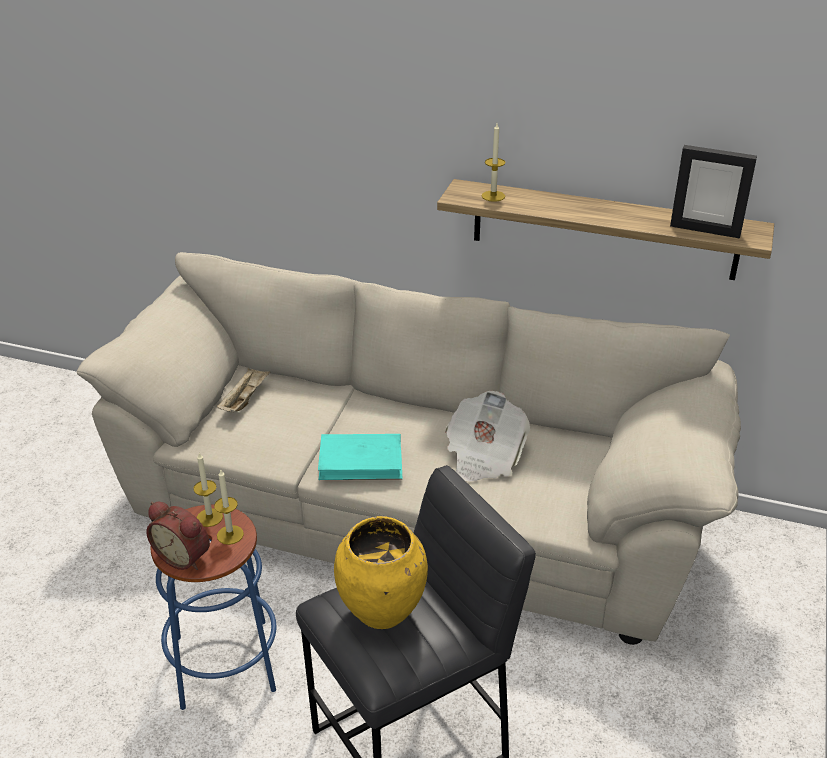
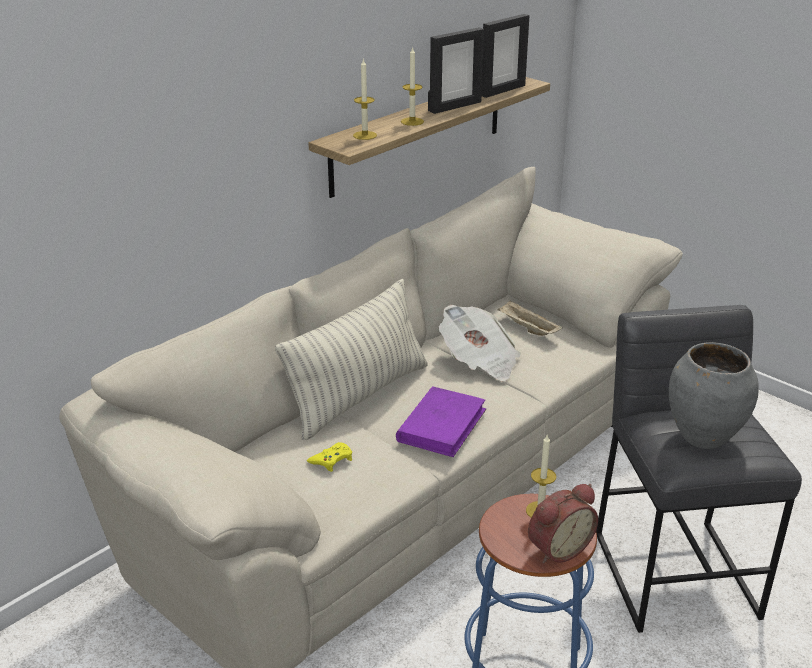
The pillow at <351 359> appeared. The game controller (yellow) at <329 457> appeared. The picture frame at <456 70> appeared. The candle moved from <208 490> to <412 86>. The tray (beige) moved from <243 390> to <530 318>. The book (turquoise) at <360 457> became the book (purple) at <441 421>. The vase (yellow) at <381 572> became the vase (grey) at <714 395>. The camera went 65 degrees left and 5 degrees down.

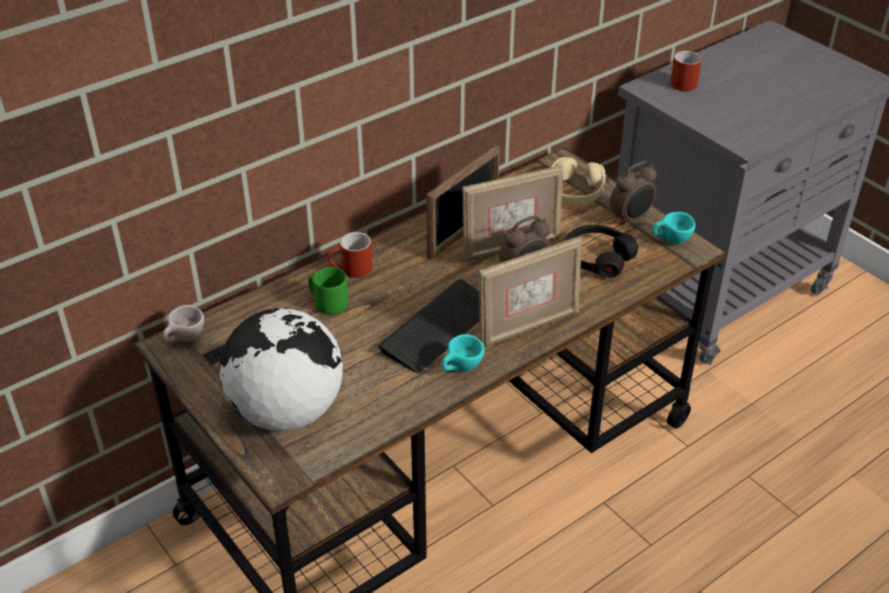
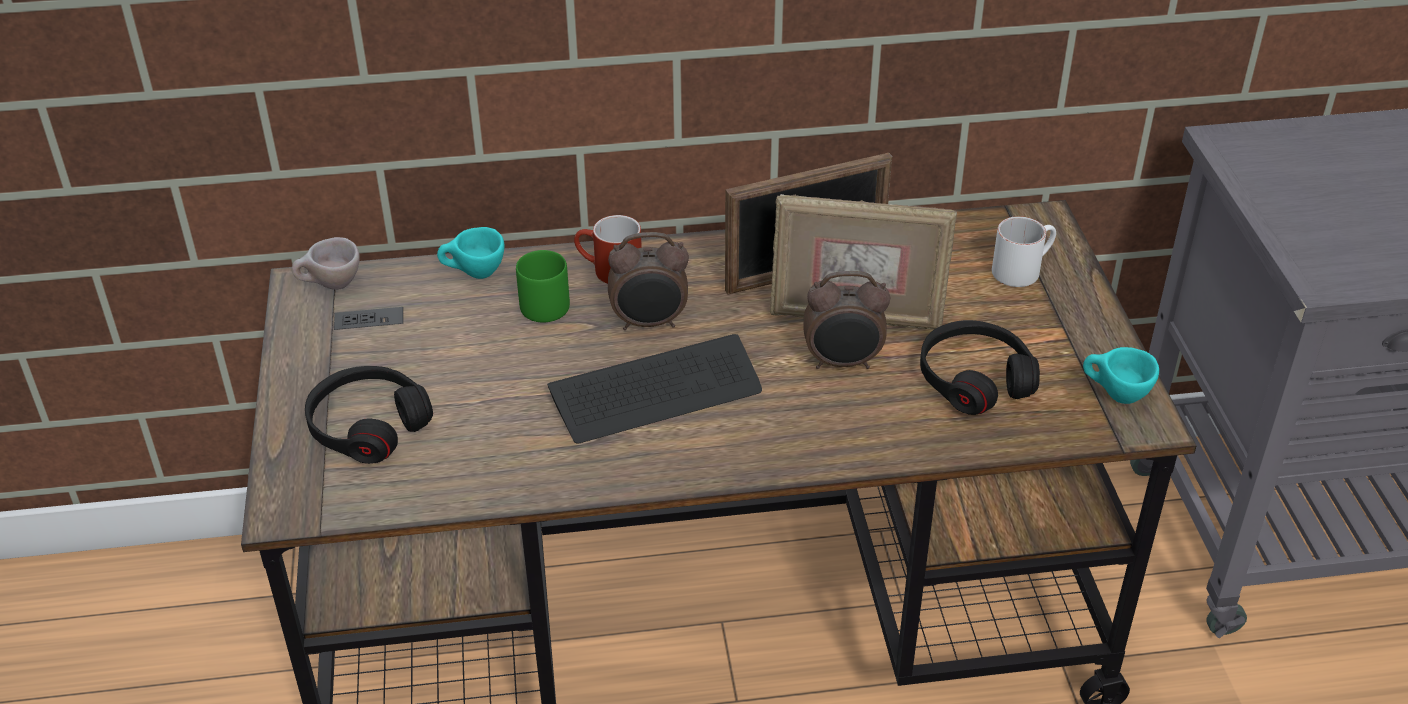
The picture frame at <530 292> disappeared. The mug (red) at <686 71> disappeared. The cup (turquoise) moved from <463 353> to <471 253>. The alarm clock moved from <633 194> to <648 281>. The globe at <281 369> was replaced by the headphones (black) at <369 415>. The headphones (beige) at <578 180> was replaced by the mug (white) at <1024 251>. The camera went 30 degrees right and 0 degrees up.

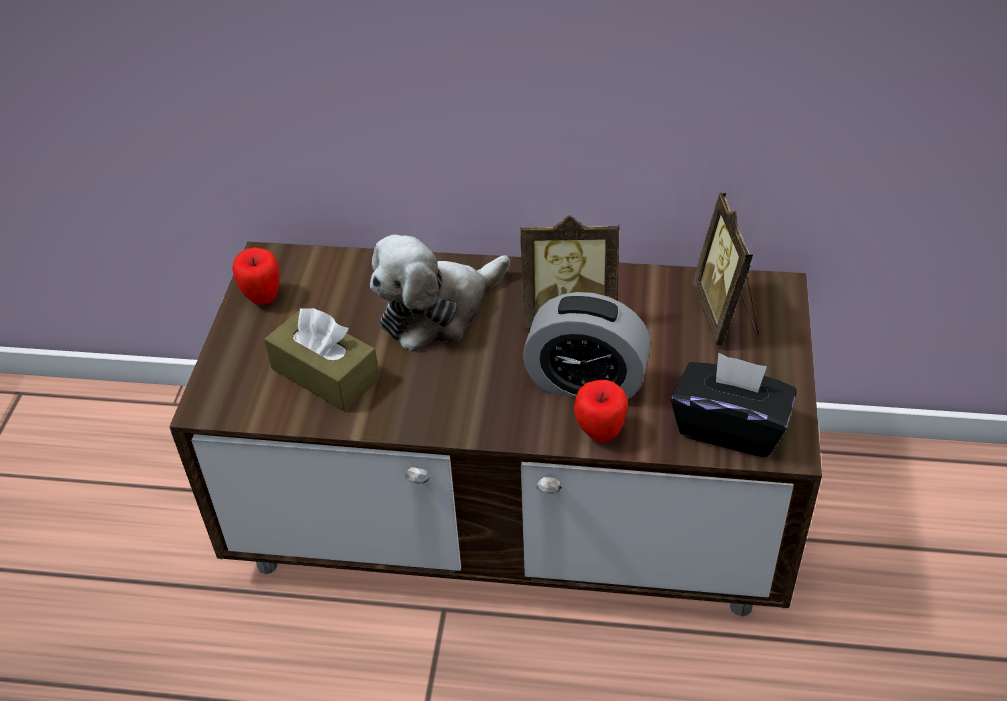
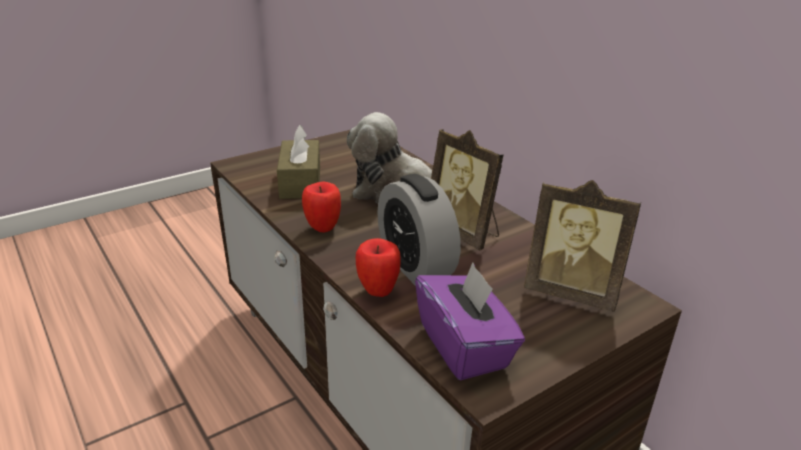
The apple moved from <256 276> to <321 206>. The tissue box (black) at <734 405> became the tissue box (purple) at <470 321>. The picture frame at <726 269> turned 105 degrees counterclockwise. The camera went 45 degrees right and 15 degrees down.

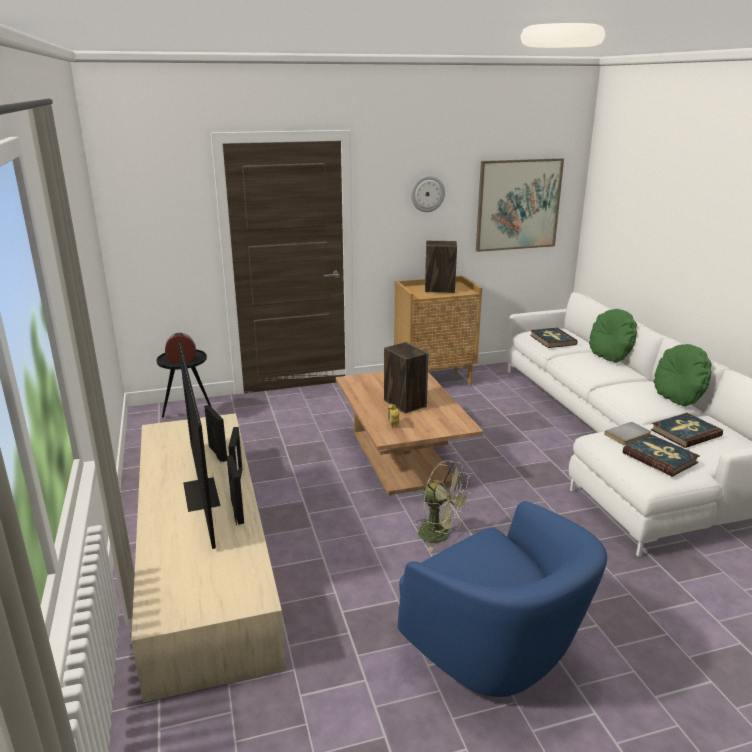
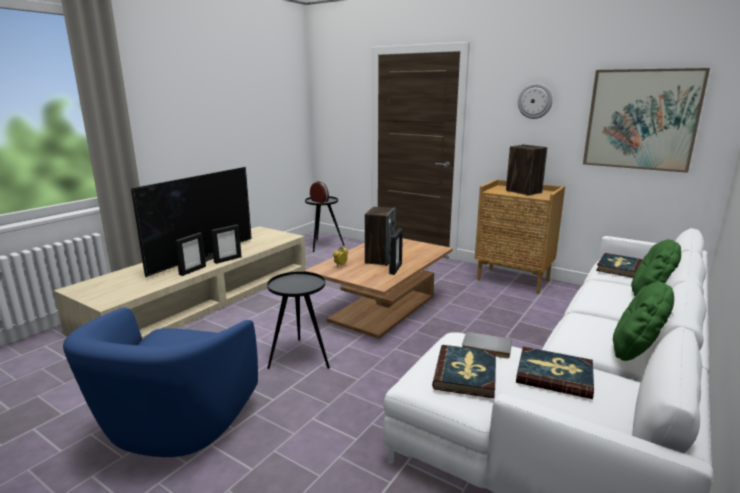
The picture frame moved from <215 433> to <396 251>. The fan (green) at <444 506> was replaced by the side table (black) at <298 320>. The camera went 50 degrees right and 5 degrees down.

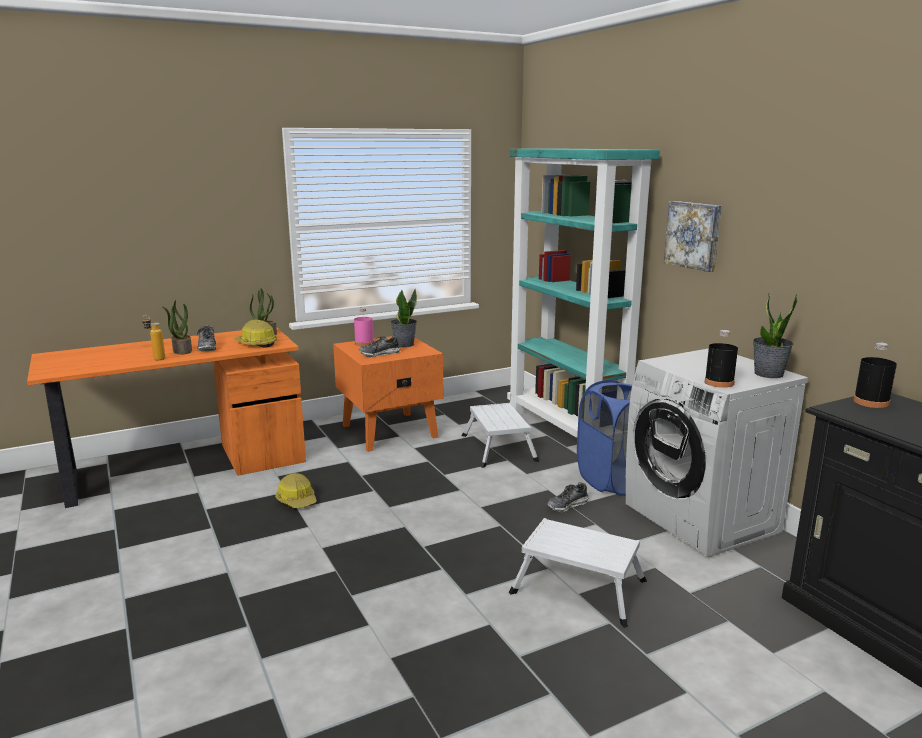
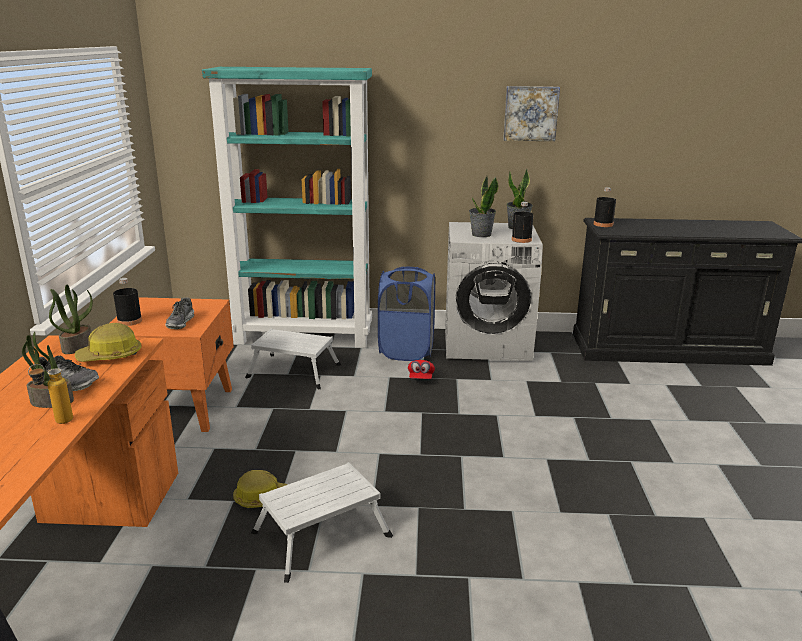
The potted plant moved from <403 318> to <484 206>. The step ladder (white) moved from <578 573> to <322 522>. The picture moved from <693 236> to <531 113>. The shoe at <568 497> was replaced by the cap (red) at <421 369>. The bottle (pink) at <364 326> became the bottle (black) at <127 302>. The camera went 60 degrees left and 5 degrees up.

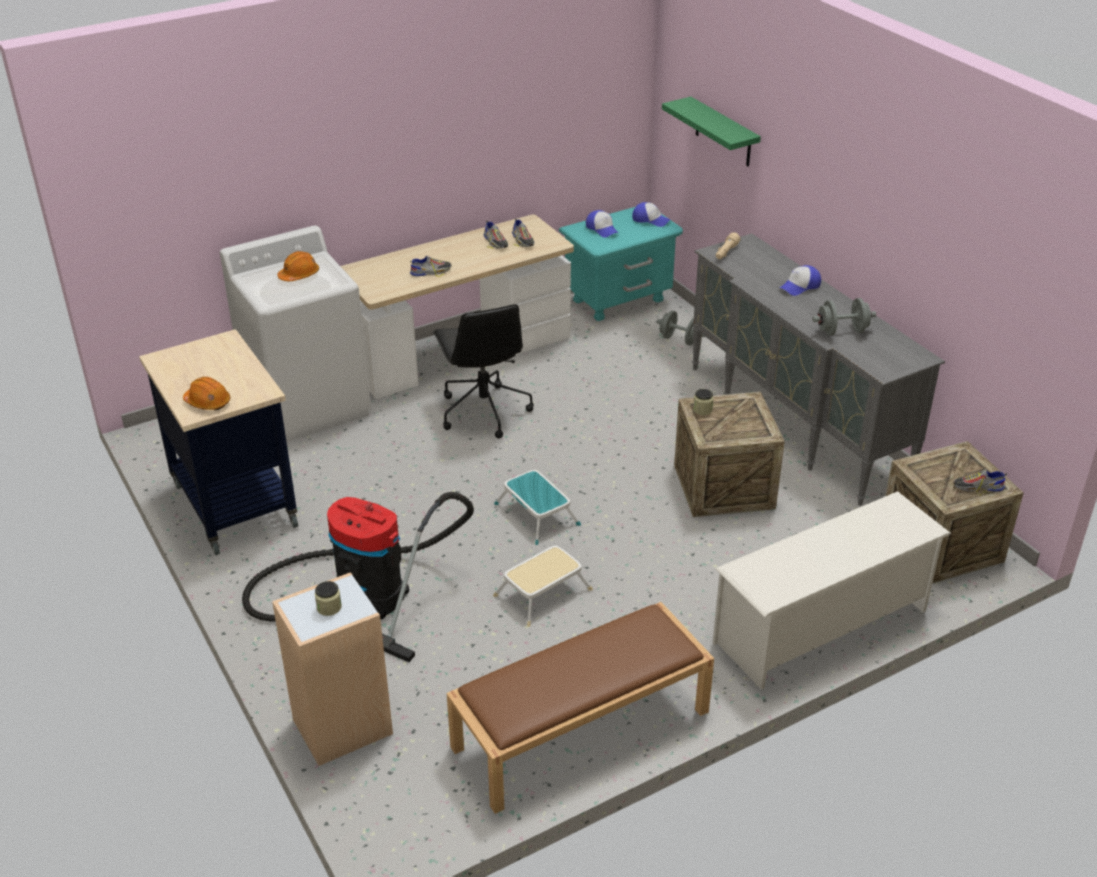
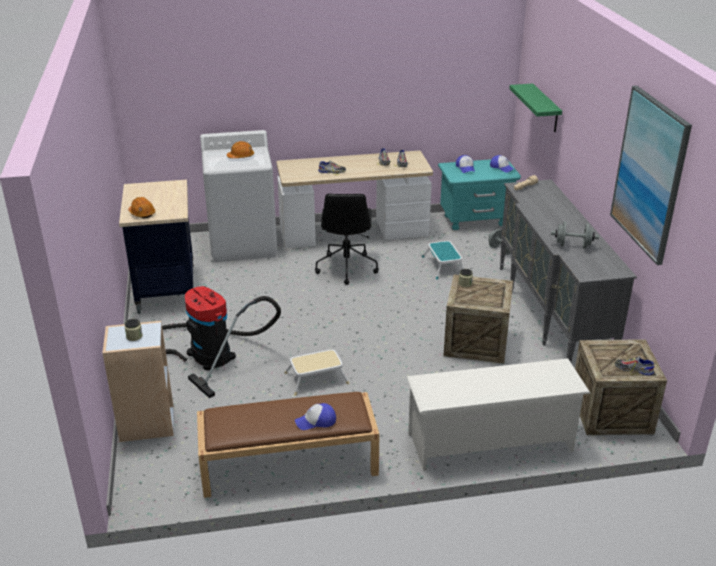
The picture at <651 175> appeared. The step ladder (turquoise) moved from <537 507> to <443 260>. The cap moved from <800 280> to <315 416>. The camera went 20 degrees right and 5 degrees down.

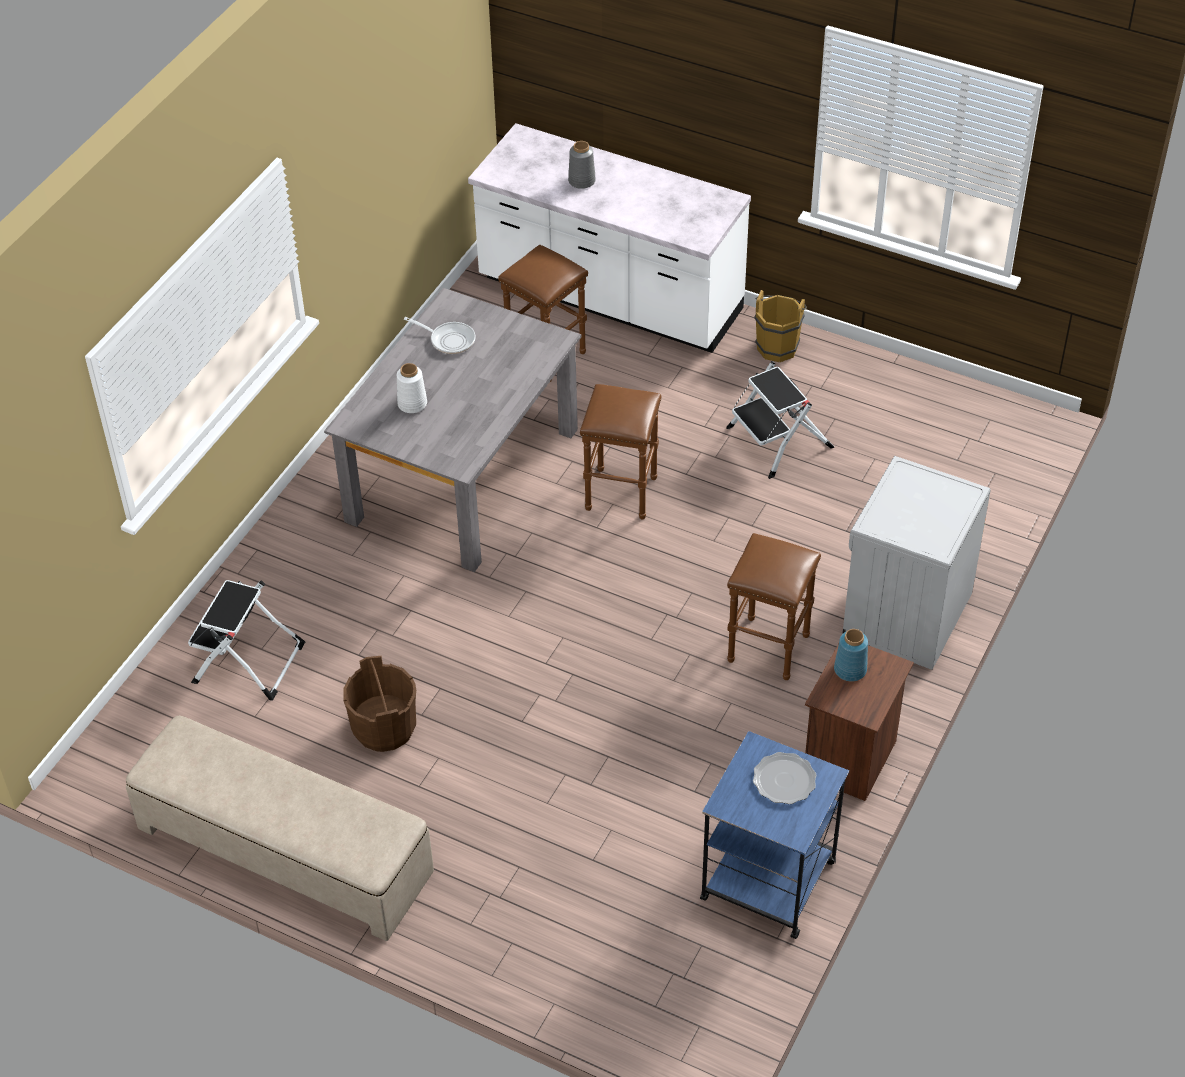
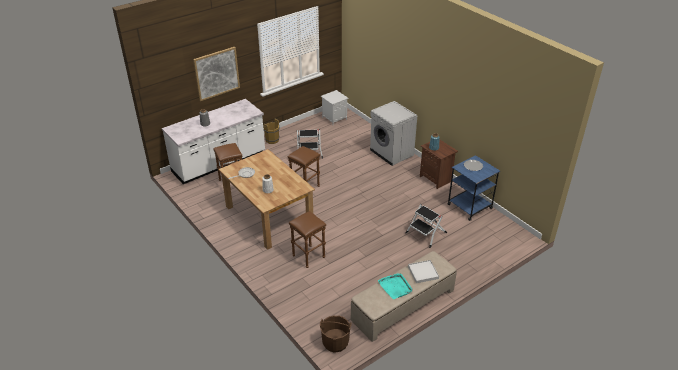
The picture at <216 74> appeared. The nightstand (grey) at <335 107> appeared. The tray (turquoise) at <395 286> appeared. The tray (white) at <423 271> appeared. The step ladder moved from <246 640> to <426 226>. The bucket (brown) moved from <379 704> to <336 333>. The stool (brown) moved from <774 606> to <307 239>. The dining table (grey) at <452 430> became the dining table (brown) at <267 199>. The camera went 65 degrees left and 10 degrees down.

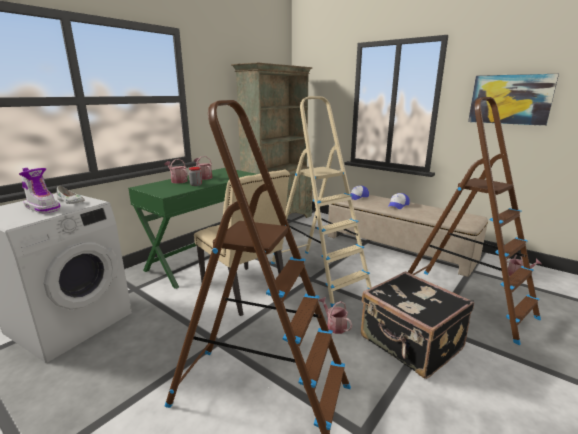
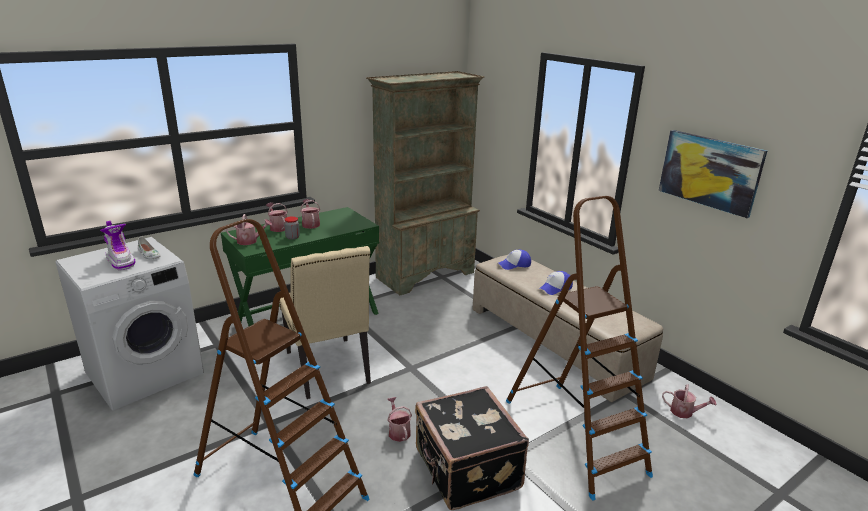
The step ladder (beige) at <321 201> disappeared. The watering can at <249 229> appeared. The camera went 15 degrees right and 5 degrees up.

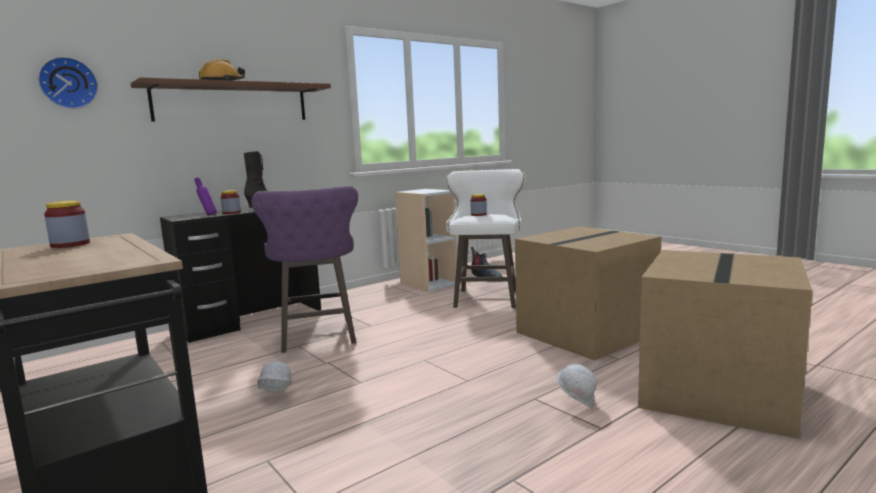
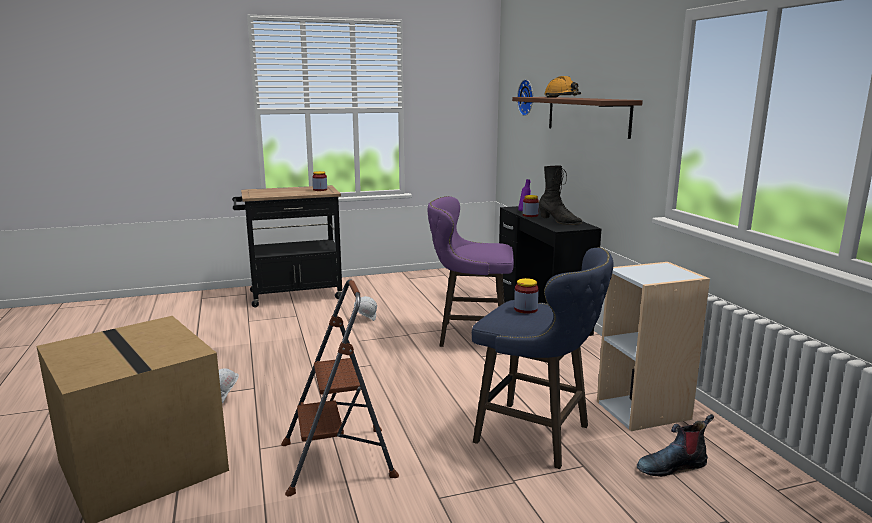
The cardboard box at <588 293> was replaced by the step ladder (brown) at <340 387>. The stool (white) at <485 238> became the stool (blue) at <543 358>. The camera went 110 degrees right and 5 degrees up.

